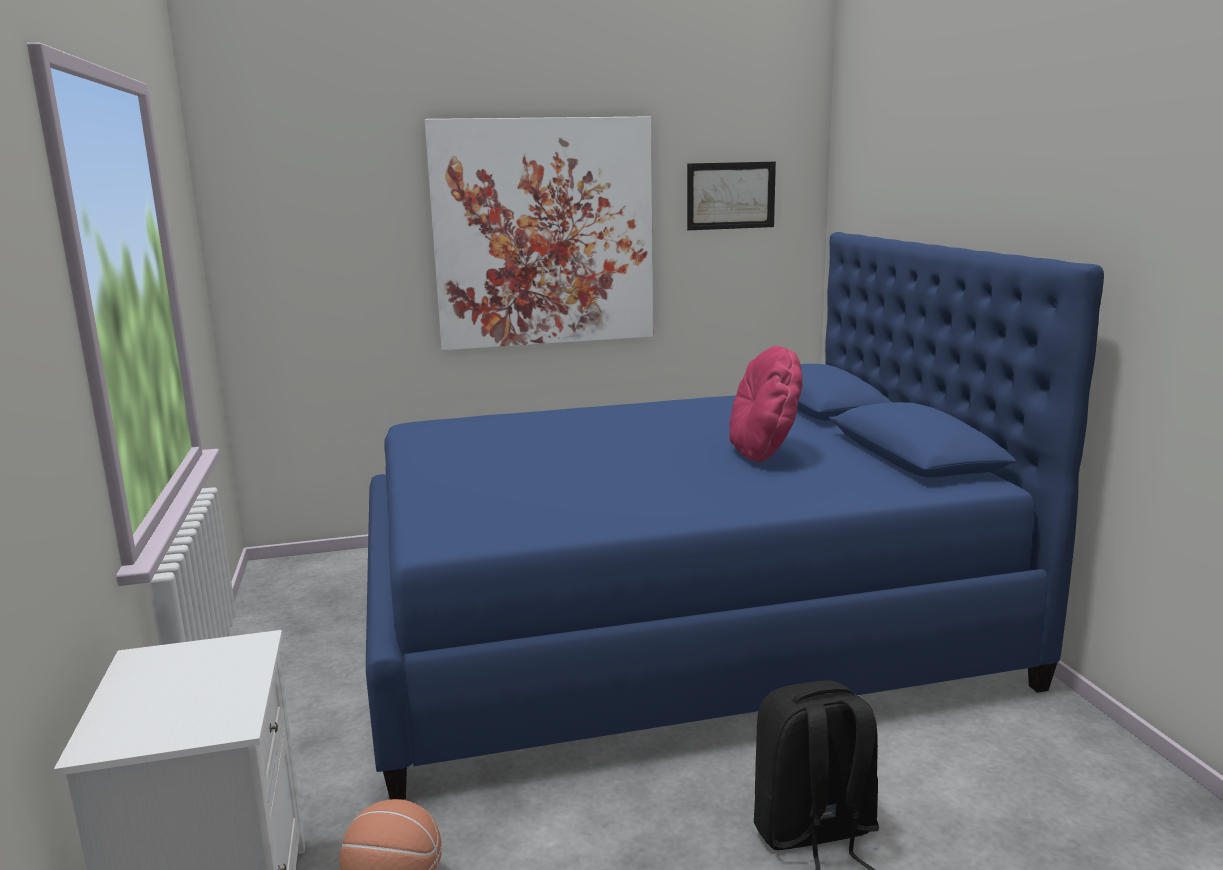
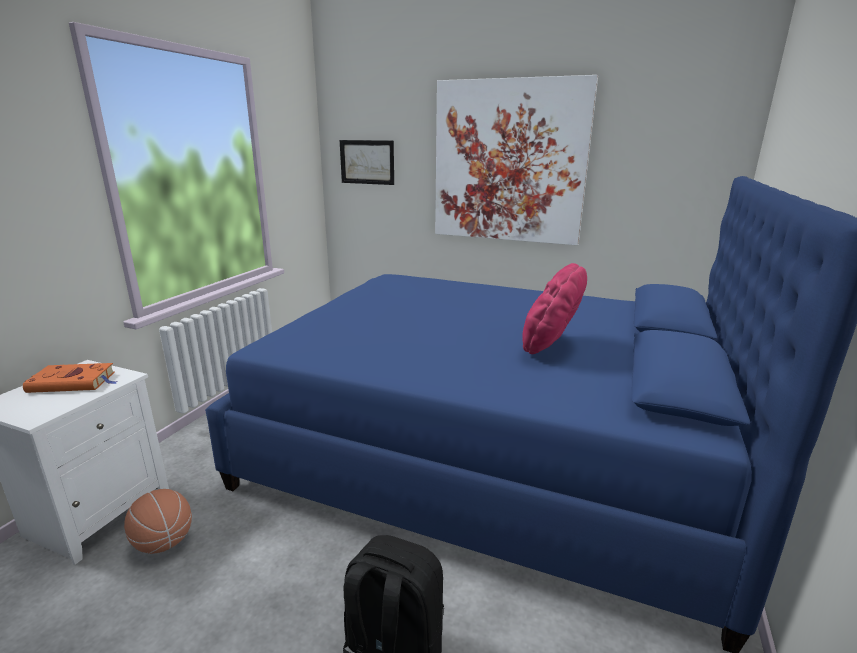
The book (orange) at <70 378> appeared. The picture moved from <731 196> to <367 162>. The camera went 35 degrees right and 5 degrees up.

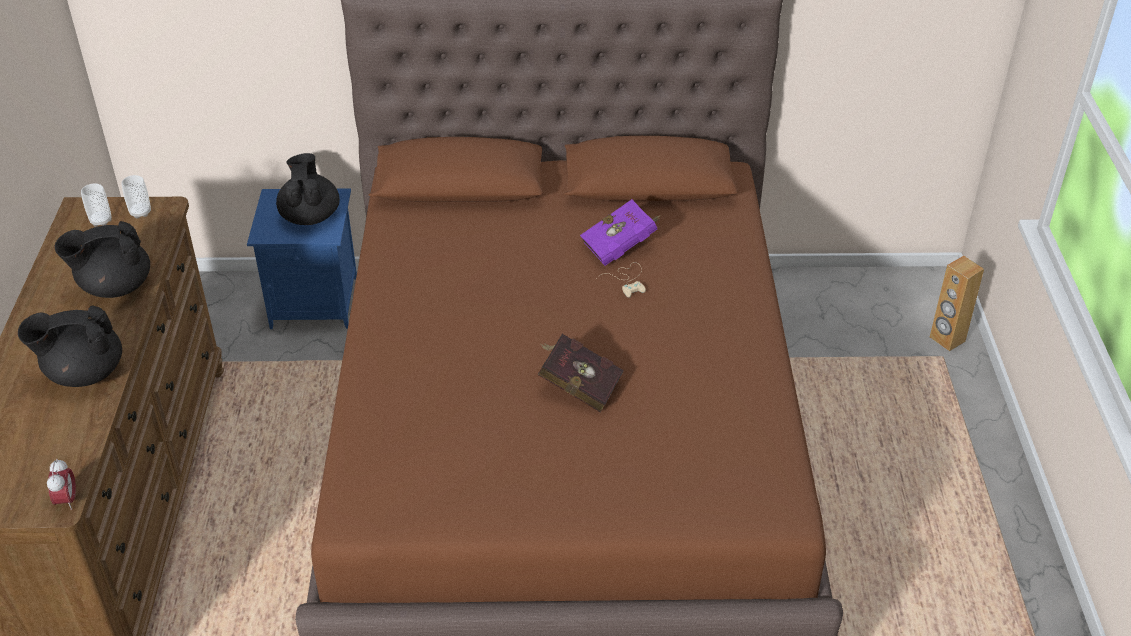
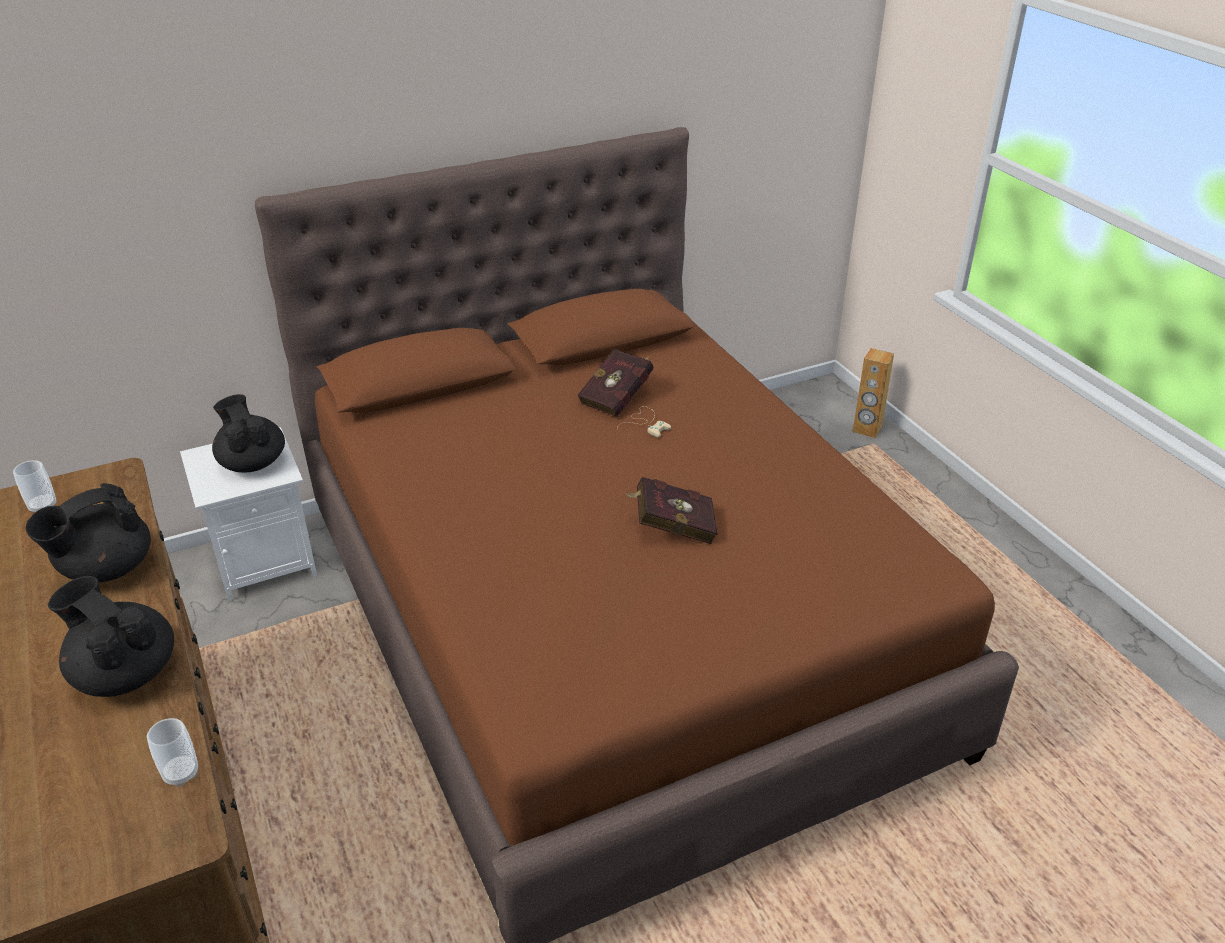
The alarm clock at <61 484> disappeared. The cup moved from <136 196> to <173 752>. The nightstand (blue) at <302 259> became the nightstand (white) at <248 514>. The book (purple) at <620 232> became the book (red) at <615 383>. The teapot (black) at <70 346> turned 75 degrees clockwise. The camera went 25 degrees left and 5 degrees down.

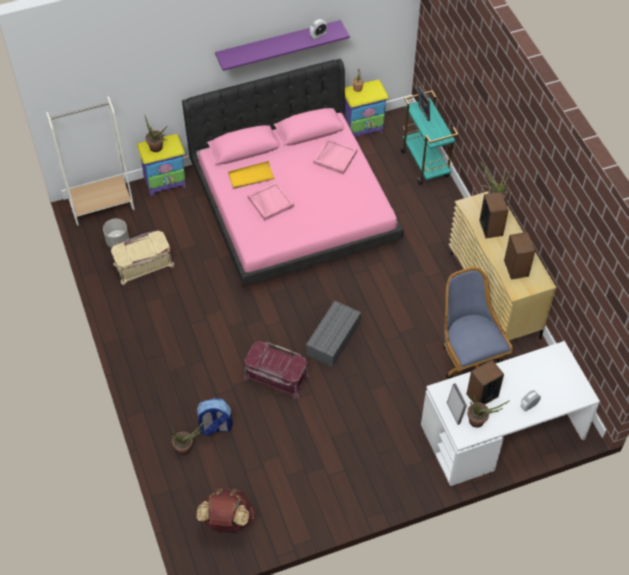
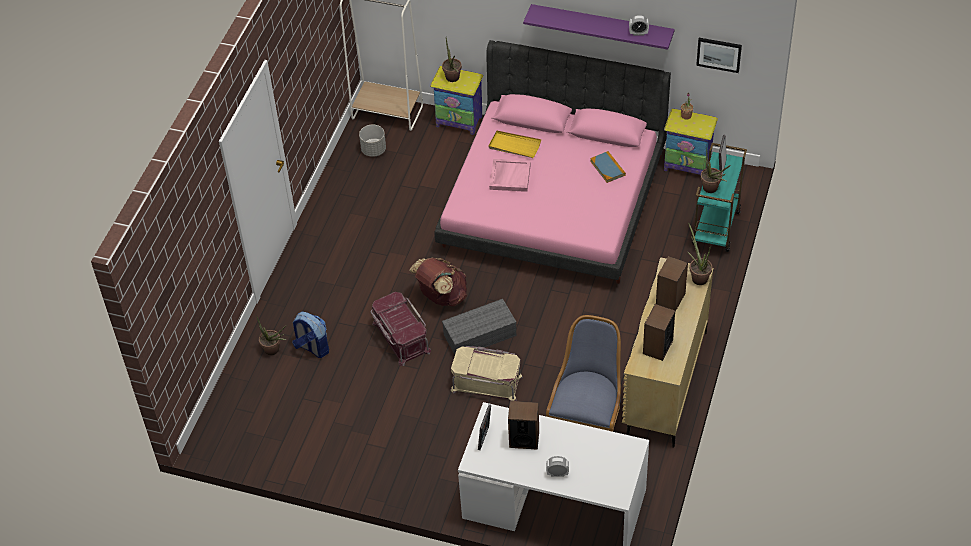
The picture at <719 55> appeared. The storage box (beige) moved from <143 258> to <487 373>. The backpack (brown) moved from <226 510> to <438 282>. The potted plant moved from <488 411> to <716 170>. The tray (pink) at <335 156> was replaced by the book at <608 167>. The camera went 40 degrees right and 5 degrees down.

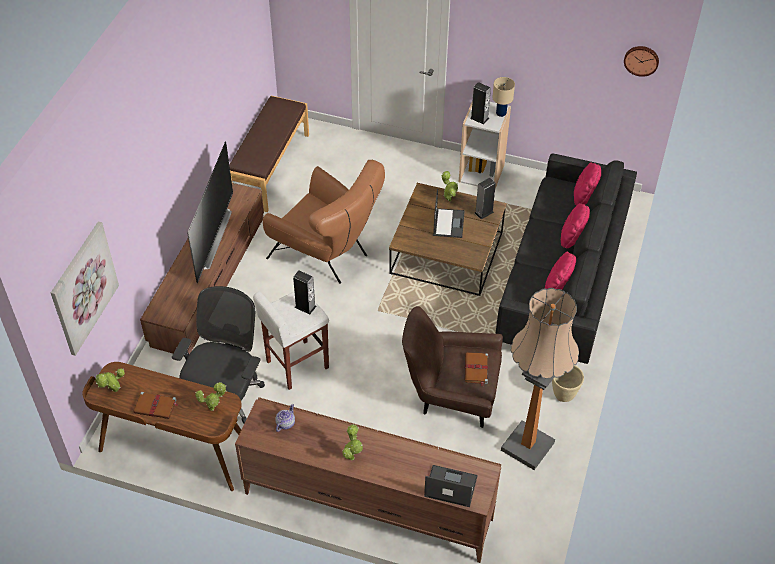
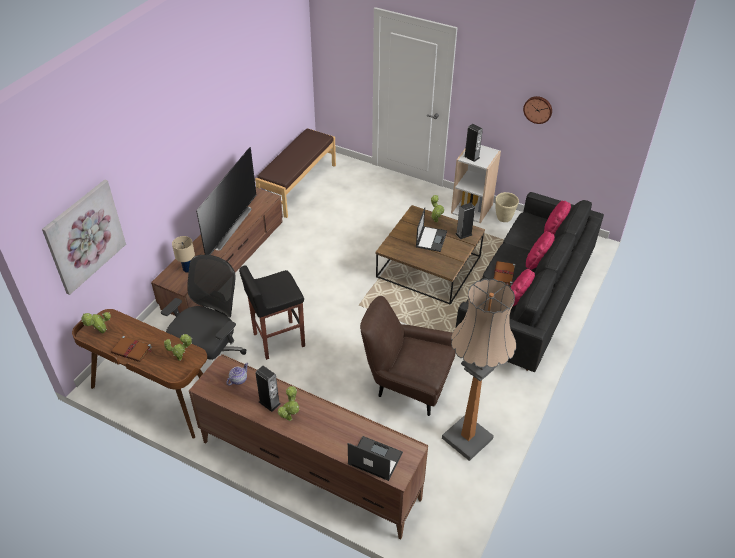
The armchair (brown) at <324 222> disappeared. The speaker moved from <305 293> to <267 389>. The book (brown) moved from <476 369> to <504 273>. The table lamp (beige) moved from <503 97> to <183 254>. The planter (beige) moved from <568 383> to <507 207>. The wall clock moved from <641 61> to <537 110>. The stool (white) at <291 340> became the stool (black) at <272 312>. The camera went 10 degrees right and 5 degrees down.

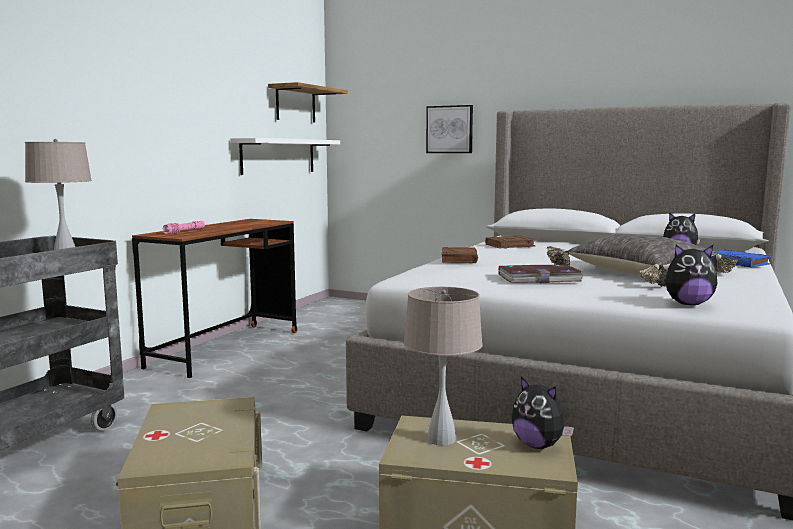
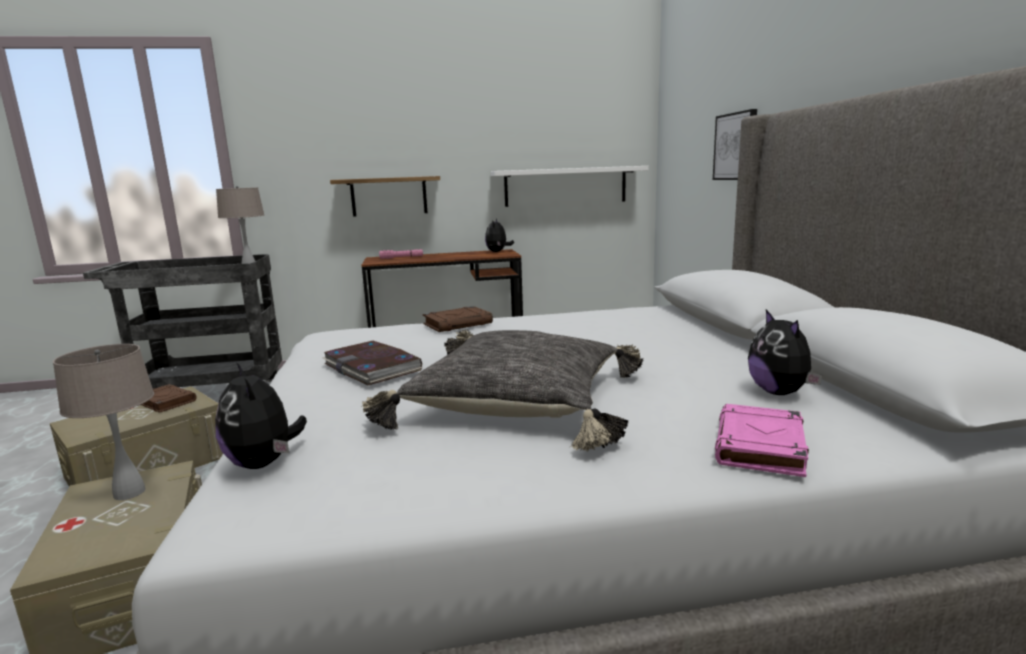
The shelf moved from <308 102> to <385 196>. The book (brown) moved from <510 242> to <169 398>. The plush toy moved from <542 413> to <499 235>. The book (blue) at <741 258> became the book (pink) at <762 440>. The camera went 55 degrees right and 5 degrees up.

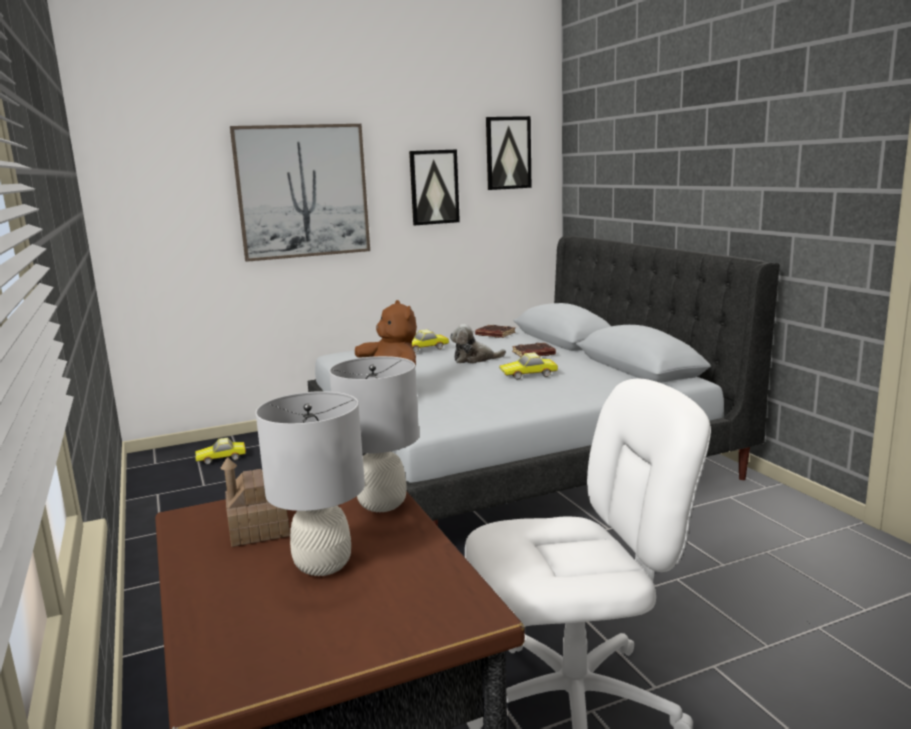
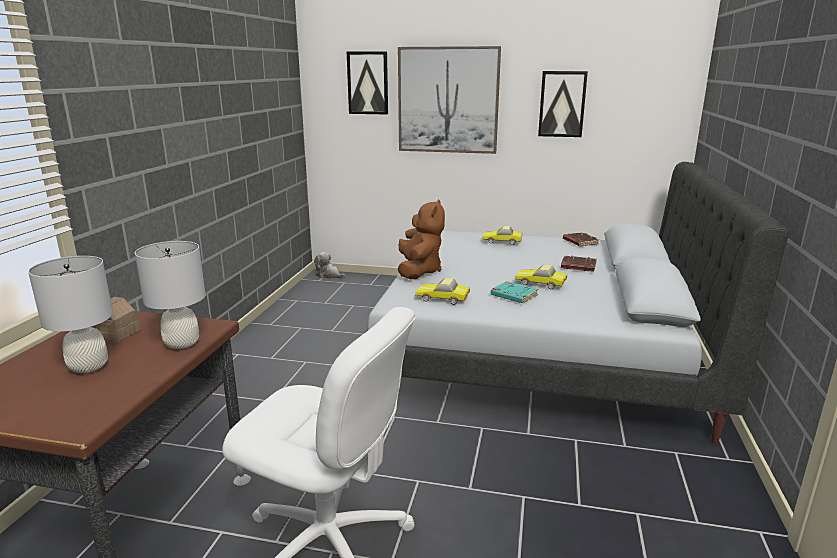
The book (turquoise) at <514 292> appeared. The toy car moved from <220 451> to <442 291>. The plush toy moved from <478 344> to <329 265>. The picture moved from <508 153> to <367 82>. The camera went 35 degrees right and 5 degrees up.

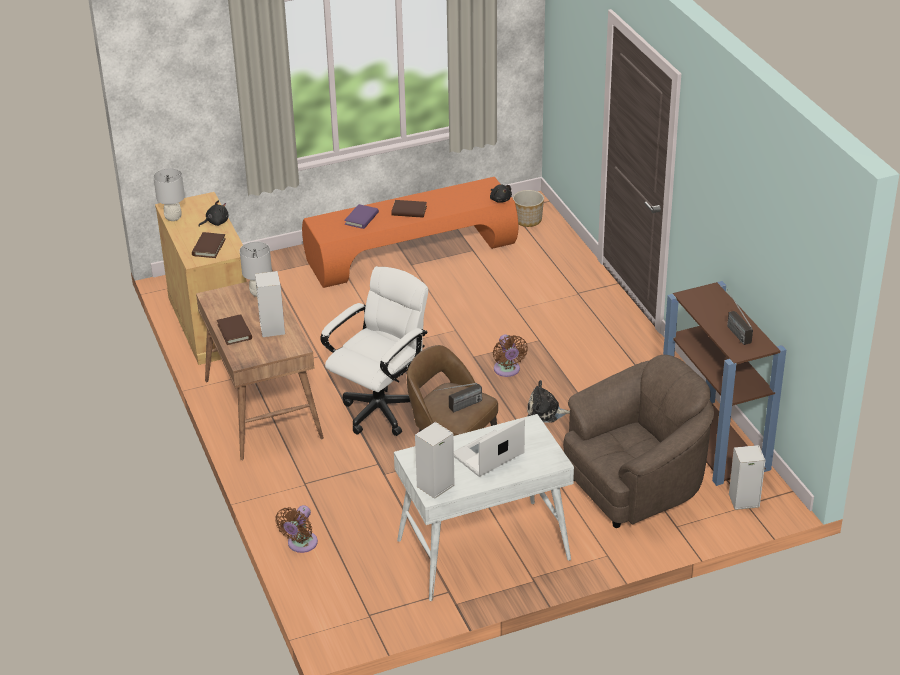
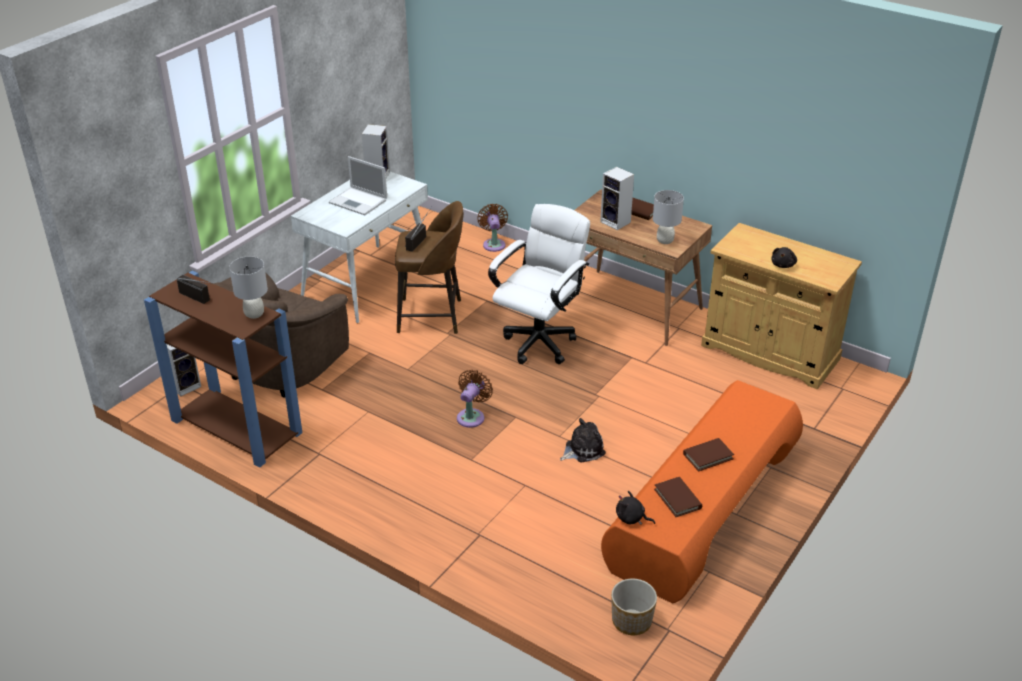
The book (purple) at <361 216> disappeared. The table lamp (grey) moved from <169 194> to <248 287>. The book (brown) moved from <209 245> to <678 497>. The plush toy moved from <548 401> to <583 440>. The office chair (white) at <374 351> turned 150 degrees counterclockwise. The laptop at <489 447> turned 105 degrees clockwise. The fan (brown) at <510 355> turned 75 degrees clockwise. The camera went 145 degrees right and 0 degrees up.

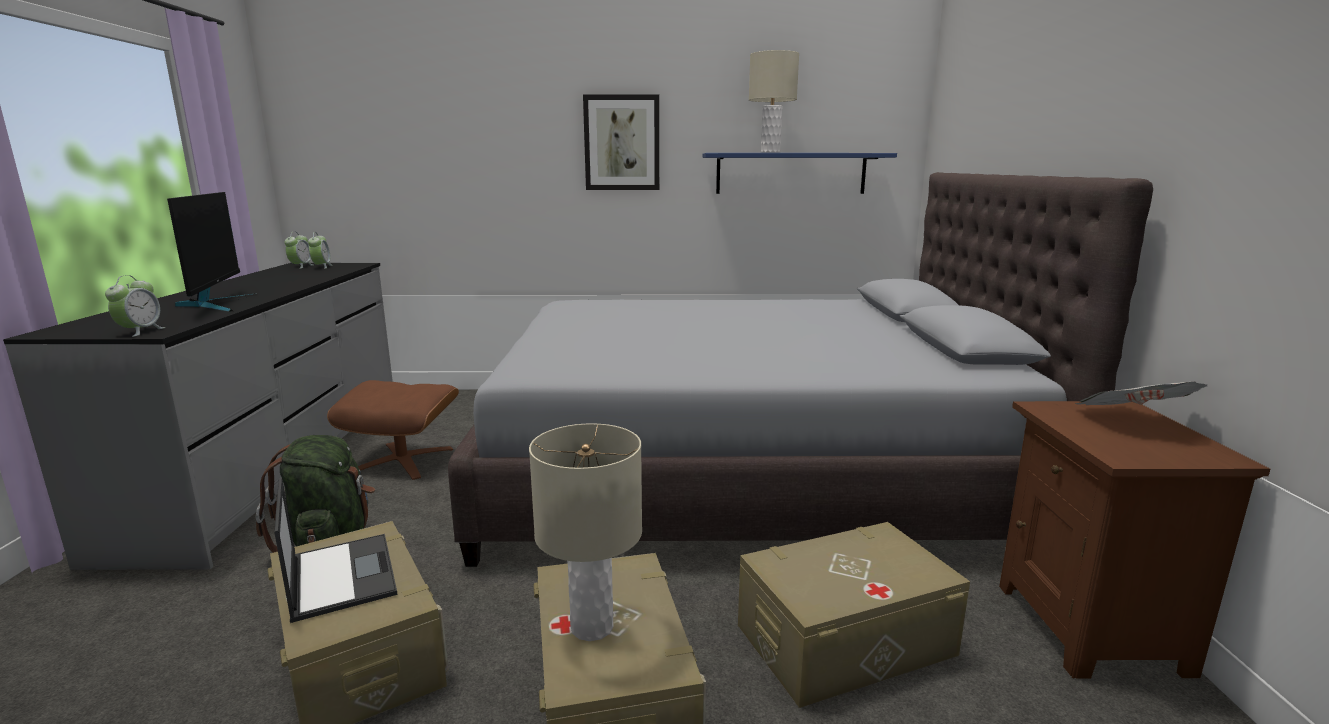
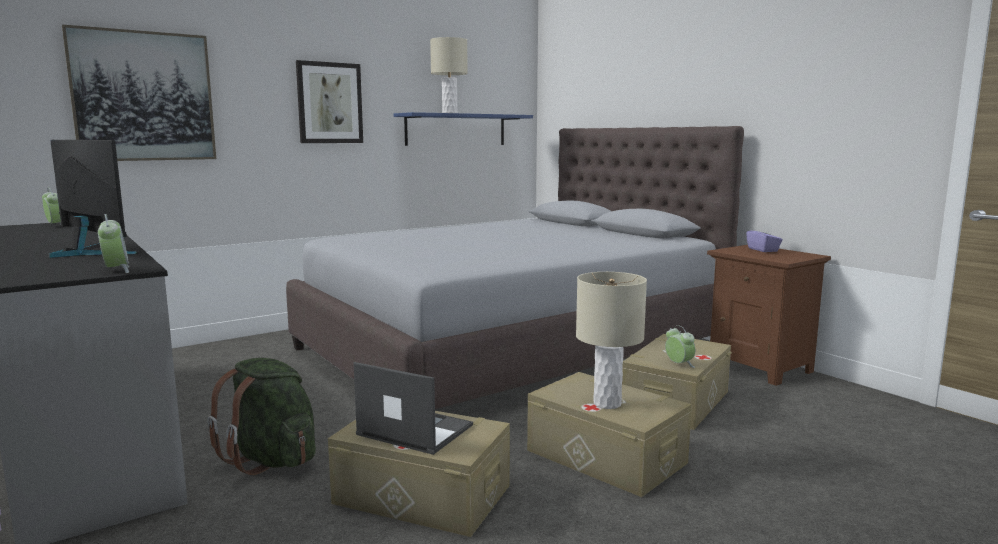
The ottoman (brown) at <393 430> disappeared. The picture at <139 93> appeared. The alarm clock moved from <299 250> to <680 346>. The newspaper at <1141 393> was replaced by the tissue box (purple) at <764 238>. The camera went 35 degrees left and 5 degrees down.

